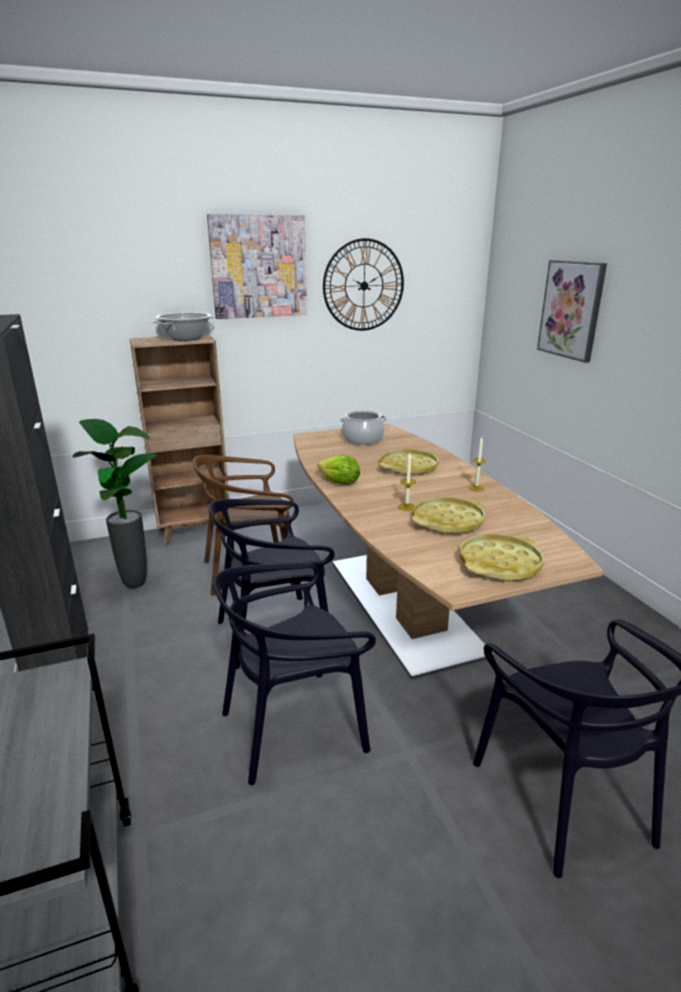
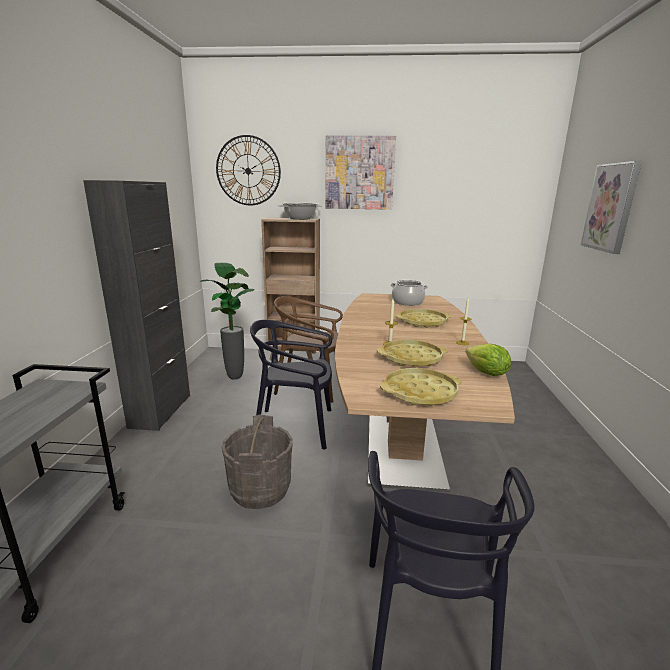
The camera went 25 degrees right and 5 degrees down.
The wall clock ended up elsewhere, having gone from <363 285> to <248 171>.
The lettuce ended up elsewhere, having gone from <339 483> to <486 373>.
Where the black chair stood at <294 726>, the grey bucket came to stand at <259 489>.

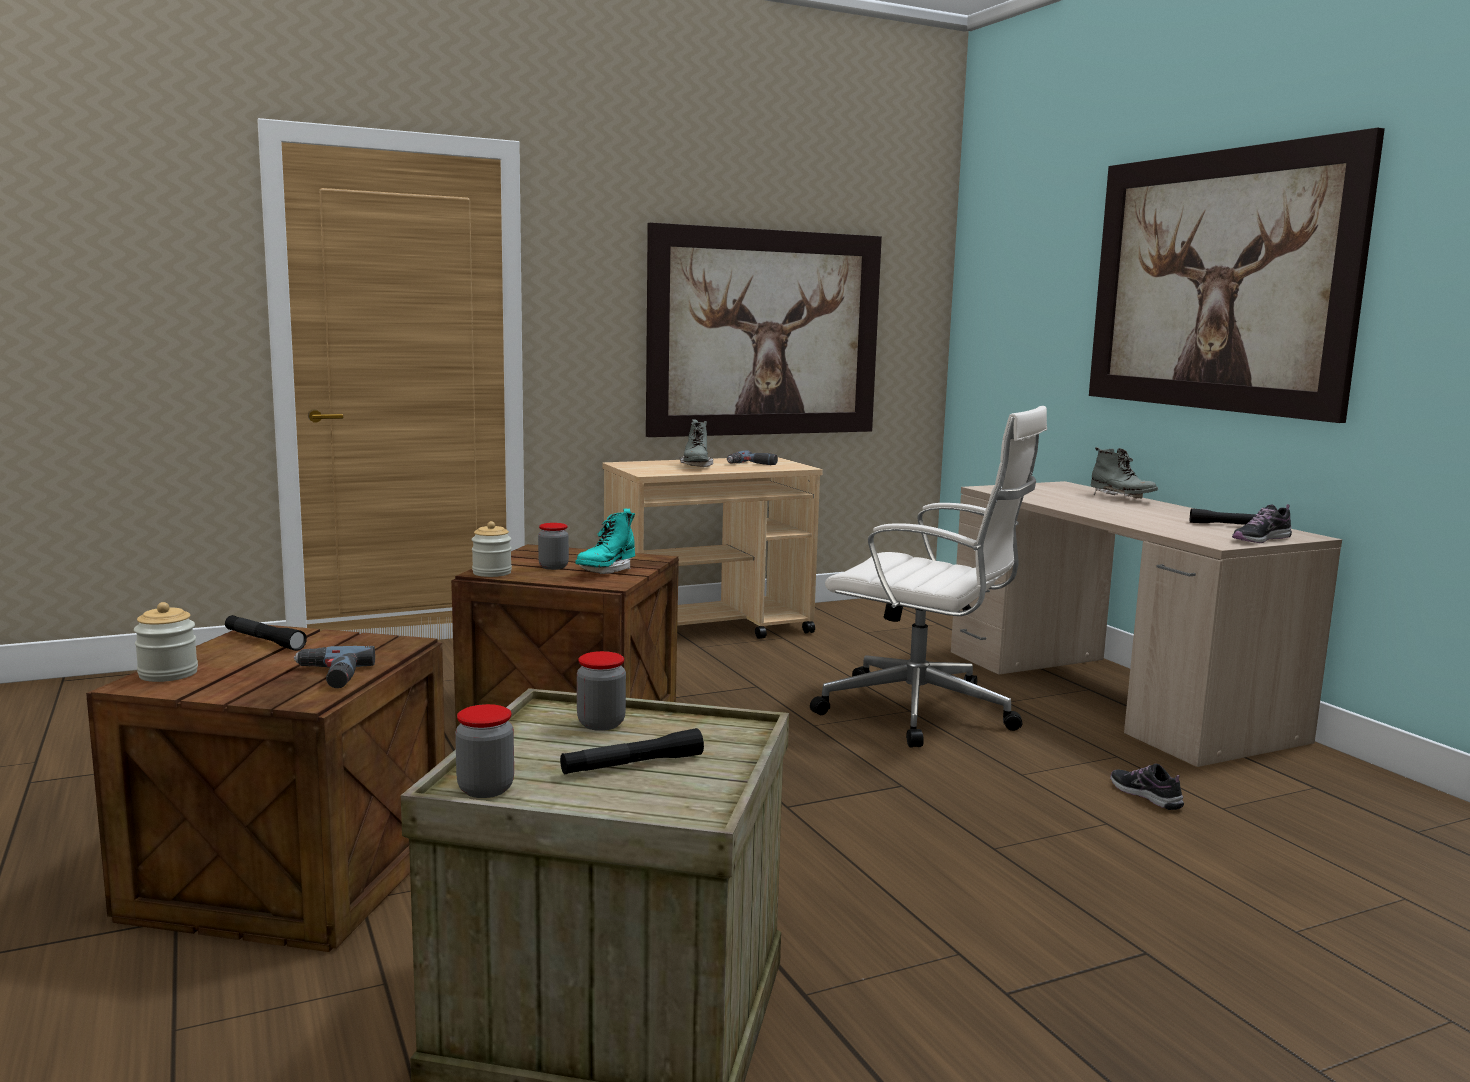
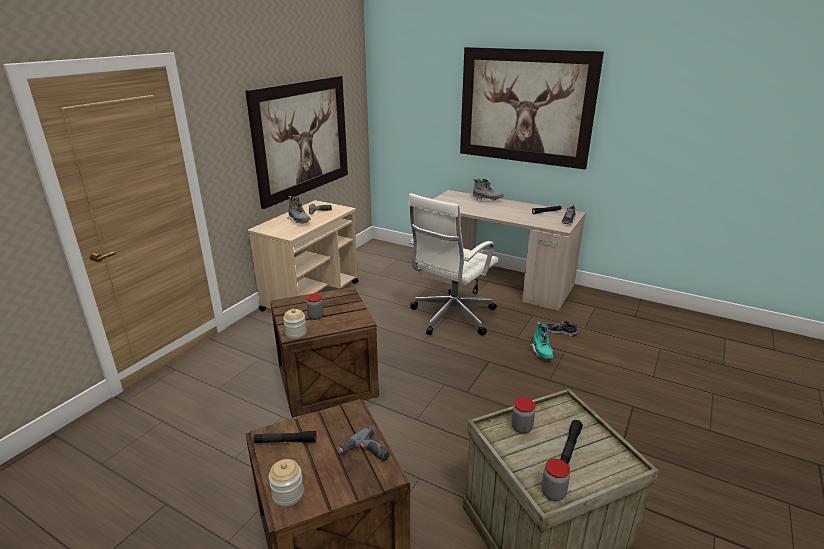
The camera went 35 degrees left and 15 degrees up.
The white office chair at <922 712> ended up facing another way, 135 degrees clockwise from before.
The turquoise boot ended up elsewhere, having gone from <606 571> to <542 352>.

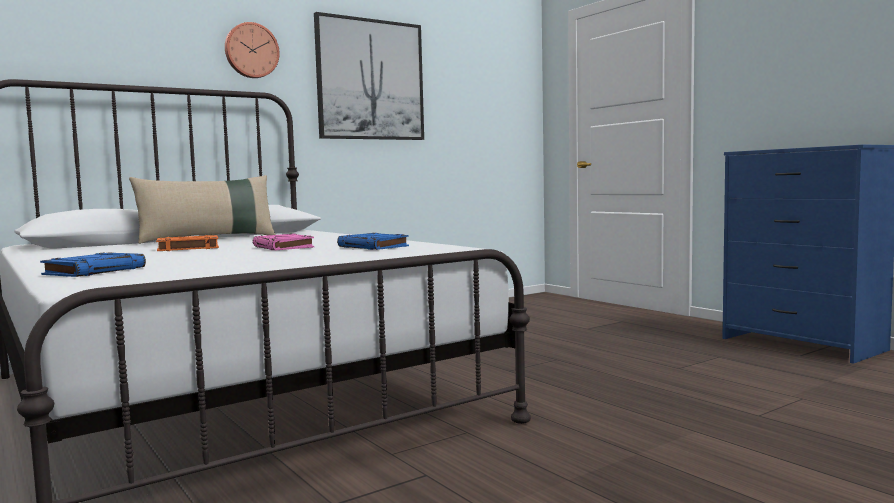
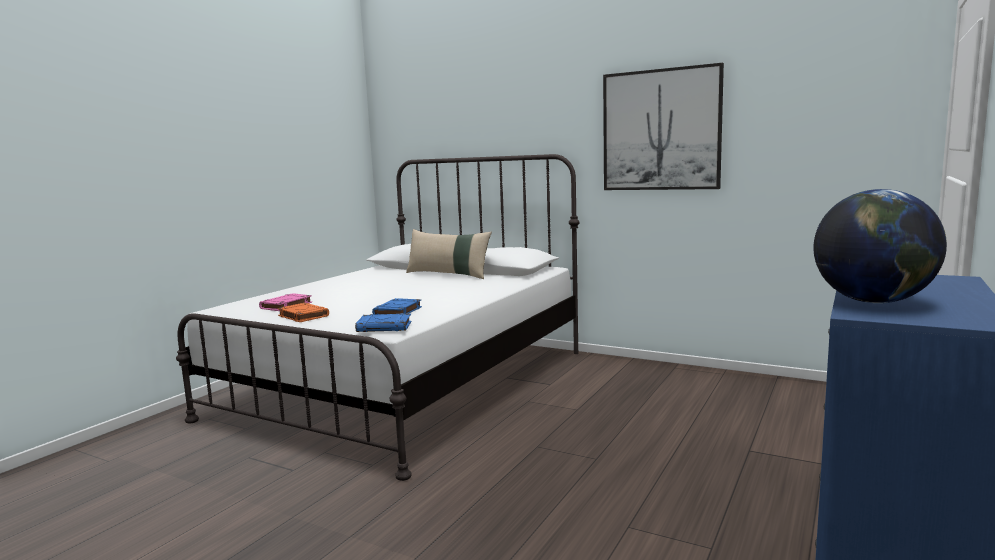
The camera went 65 degrees right and 5 degrees up.
The second view lost the wall clock at <251 50>.
The pink book ended up elsewhere, having gone from <284 247> to <286 306>.
The orange book ended up elsewhere, having gone from <187 248> to <303 316>.
The blue book ended up elsewhere, having gone from <95 271> to <385 327>.
The second view gained the globe at <873 301>.

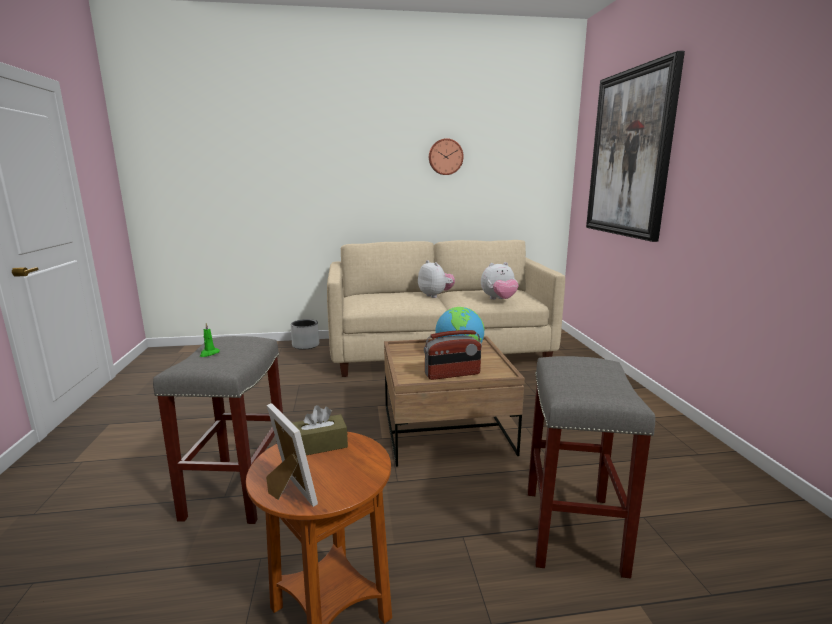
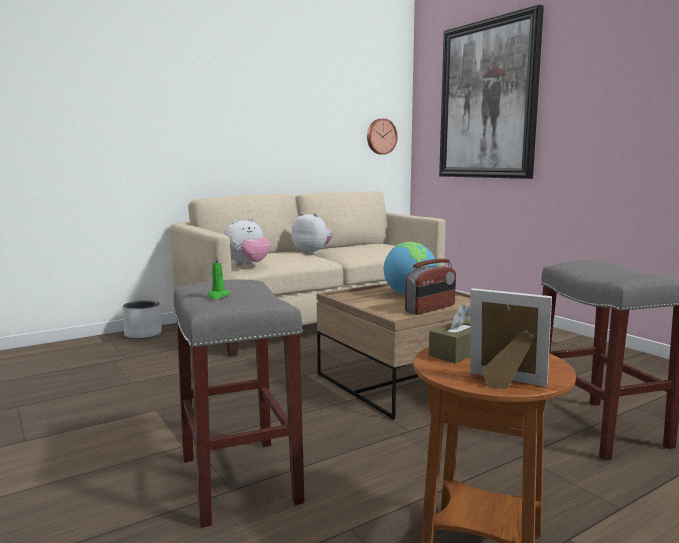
The camera went 25 degrees left and 5 degrees down.
The wall clock ended up elsewhere, having gone from <445 157> to <381 136>.
The plush toy ended up elsewhere, having gone from <499 299> to <247 265>.

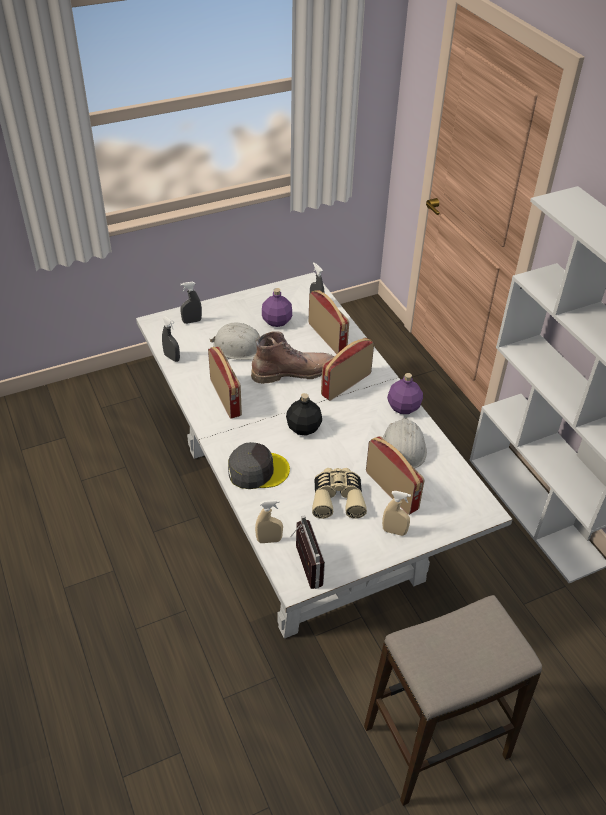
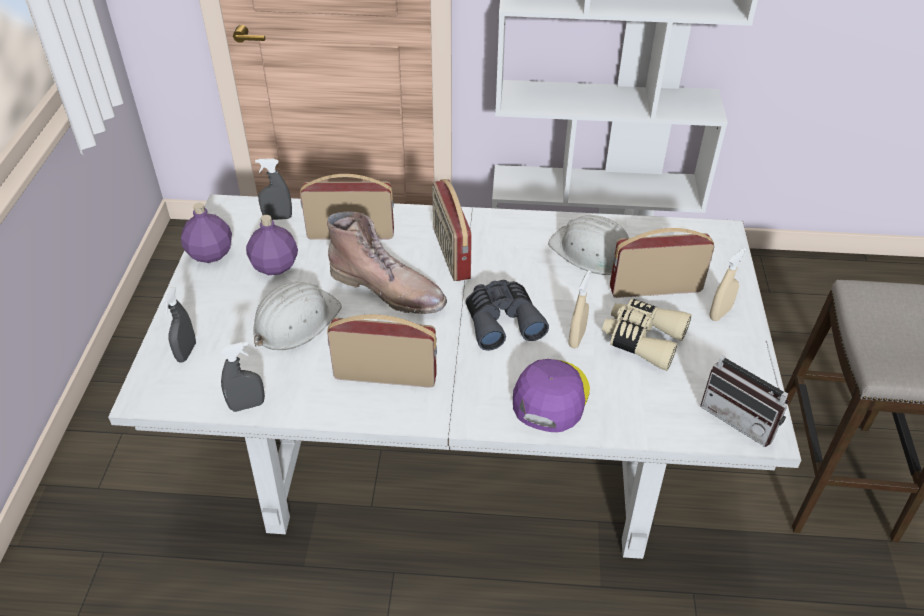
The camera went 60 degrees left and 0 degrees up.
The brown boot at <294 371> ended up facing another way, 105 degrees clockwise from before.
The purple bottle ended up elsewhere, having gone from <404 407> to <211 253>.
Where the black bottle stood at <304 428>, the grey binoculars came to stand at <502 321>.
What was the grey cap at <257 470> turned into the purple cap at <550 396>.
The beige spray bottle ended up elsewhere, having gone from <269 540> to <576 338>.
The radio at <302 567> ended up facing another way, 150 degrees counterclockwise from before.

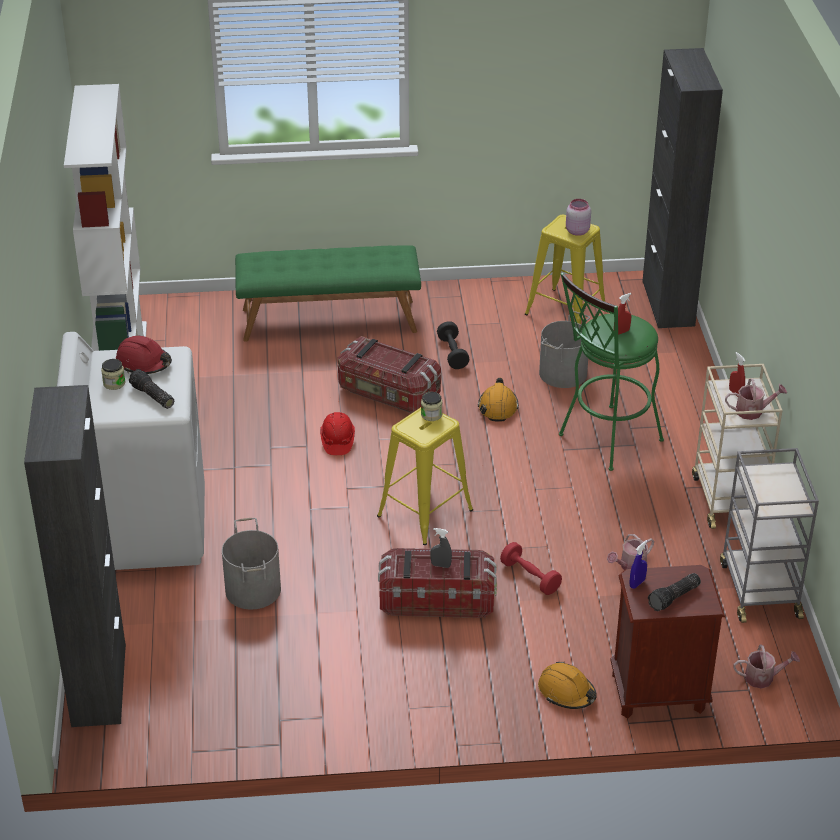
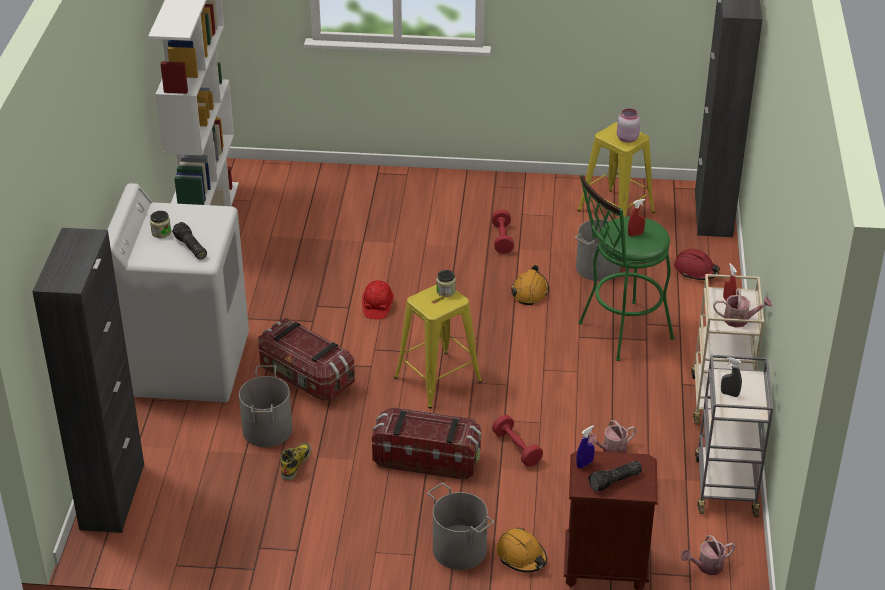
The camera went 10 degrees right and 0 degrees up.
The second view lost the green bench at <329 319>.
What was the black dumbbell at <452 353> turned into the red dumbbell at <502 239>.
The red hard hat ended up elsewhere, having gone from <144 363> to <696 271>.
The storage box ended up elsewhere, having gone from <388 394> to <306 377>.
The grey spray bottle ended up elsewhere, having gone from <441 565> to <729 394>.
The watering can at <763 678> ended up facing another way, 150 degrees clockwise from before.
The second view gained the boot at <295 463>.
The second view gained the grey bucket at <459 550>.

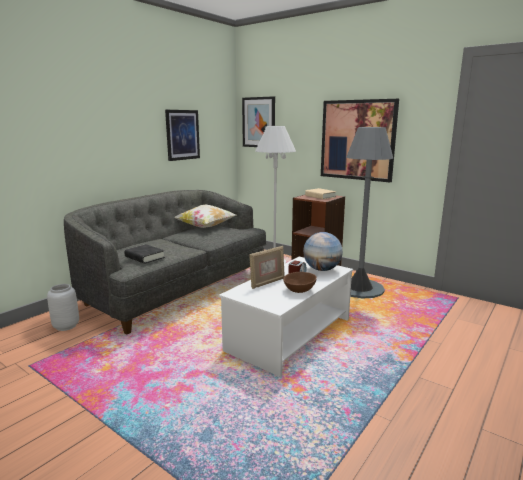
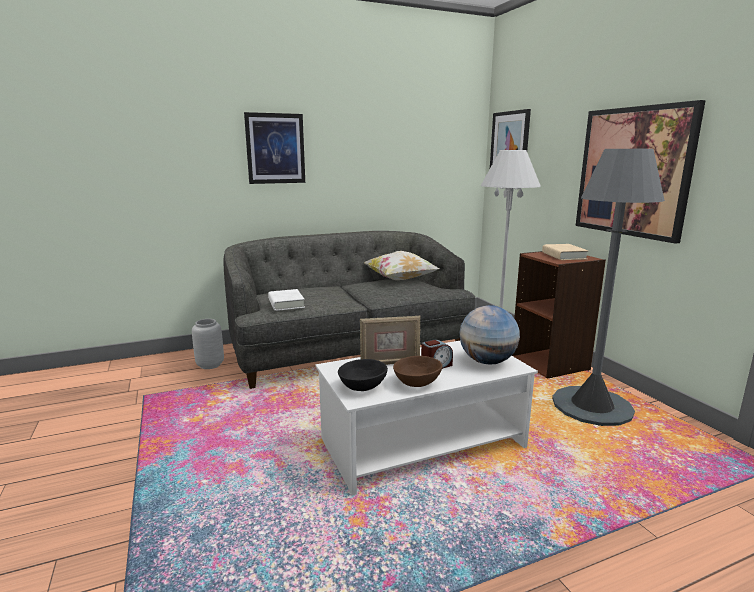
The camera went 30 degrees right and 0 degrees up.
The picture ended up elsewhere, having gone from <182 135> to <275 148>.
What was the black book at <144 257> turned into the white book at <286 304>.
The second view gained the black bowl at <363 386>.

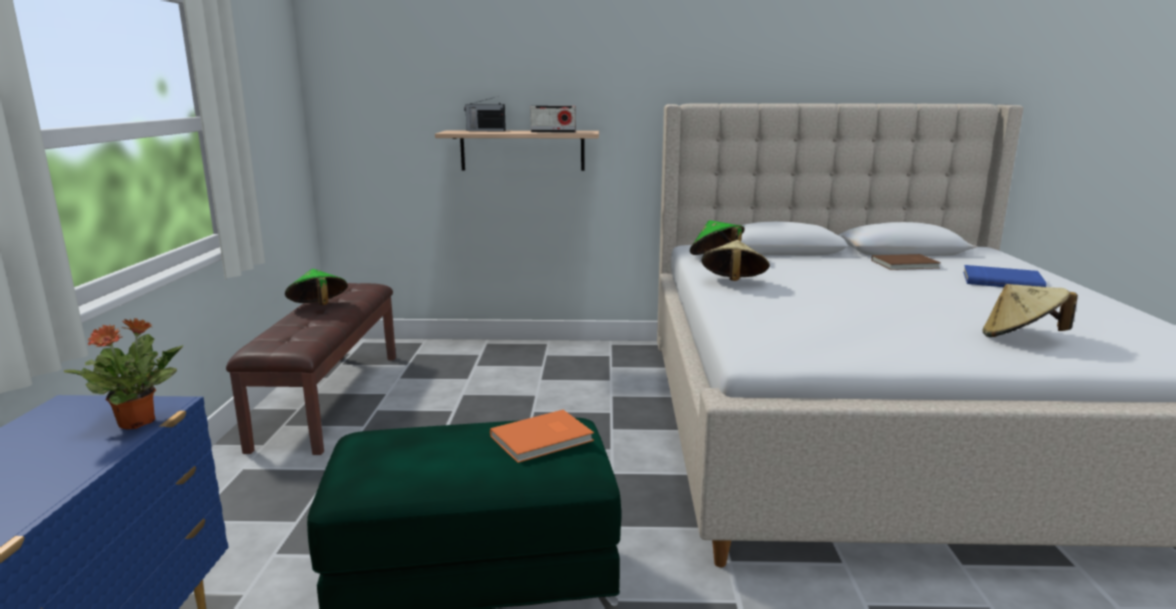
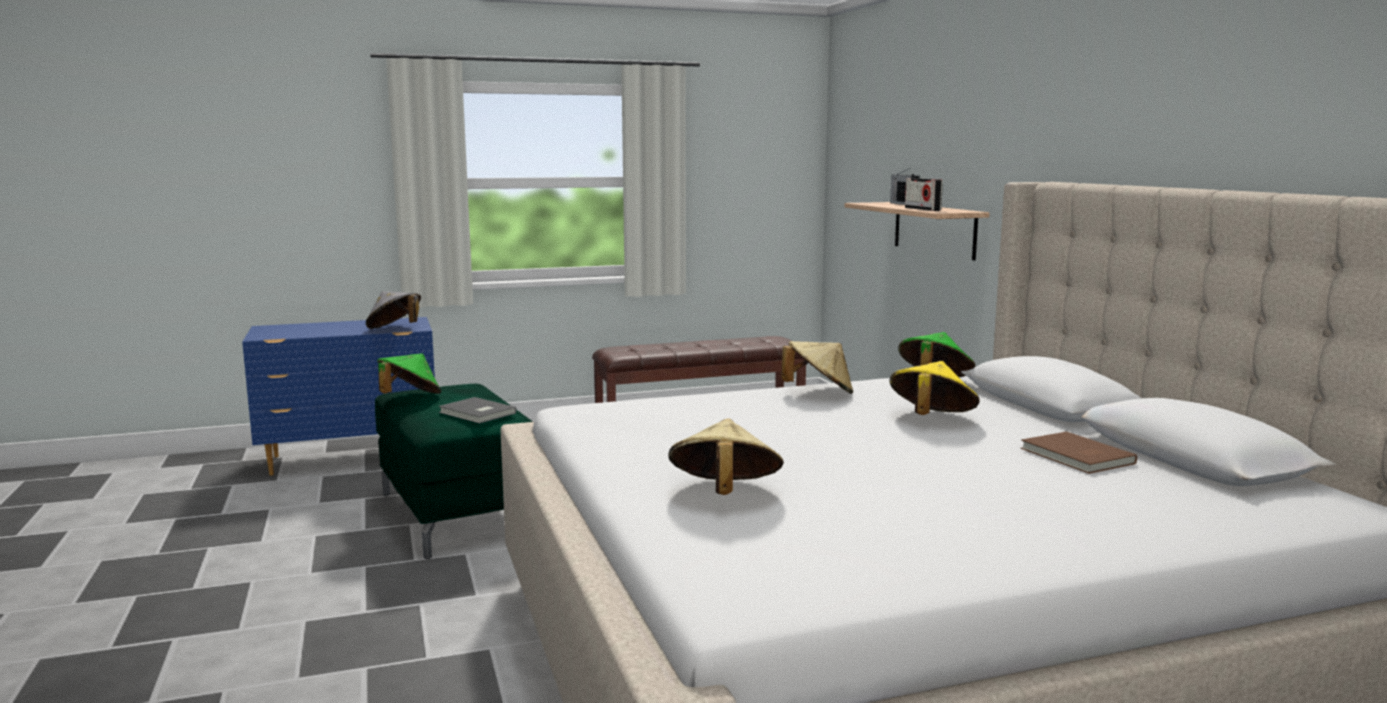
The camera went 70 degrees right and 5 degrees down.
The second view lost the blue book at <1002 281>.
The green hat ended up elsewhere, having gone from <318 307> to <410 397>.
Where the potted plant stood at <138 422>, the grey hat came to stand at <395 329>.
What was the orange book at <544 439> turned into the grey book at <476 413>.
The second view gained the yellow hat at <931 419>.

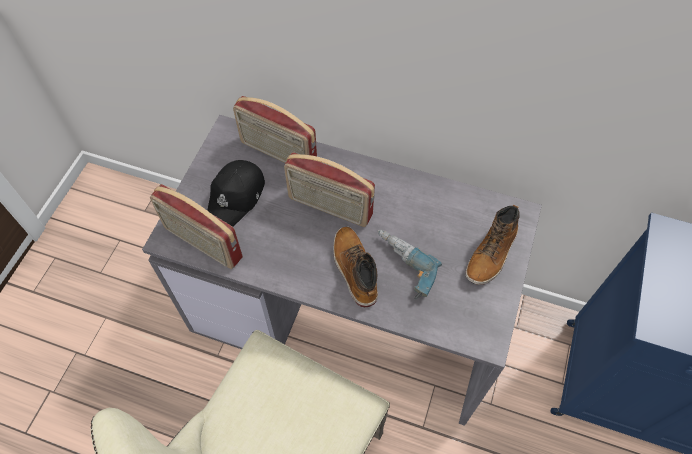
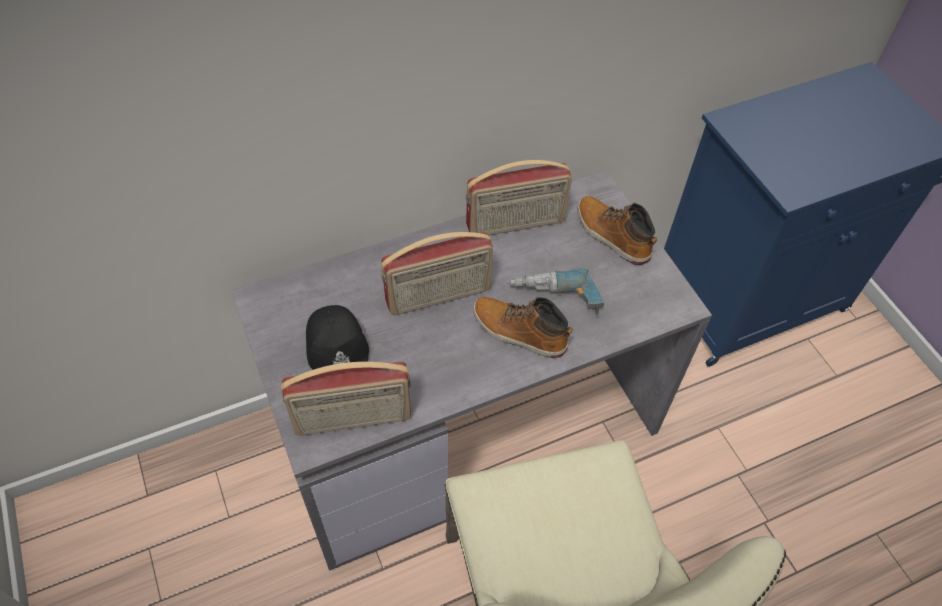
The camera went 45 degrees left and 5 degrees down.
The radio ended up elsewhere, having gone from <278 153> to <515 225>.
The boot at <491 254> ended up facing another way, 150 degrees clockwise from before.

